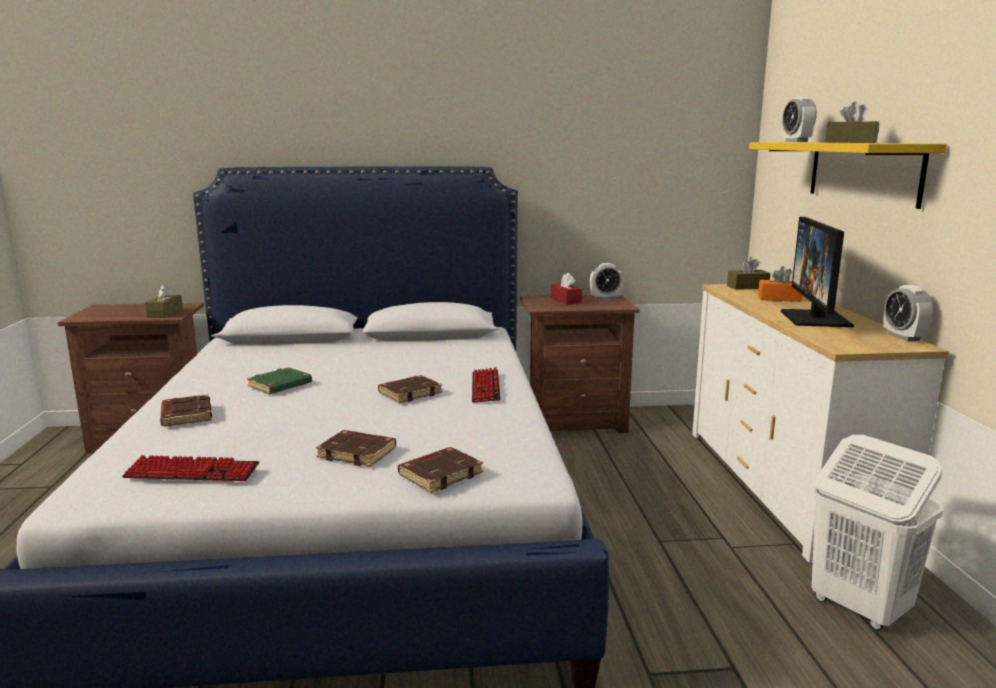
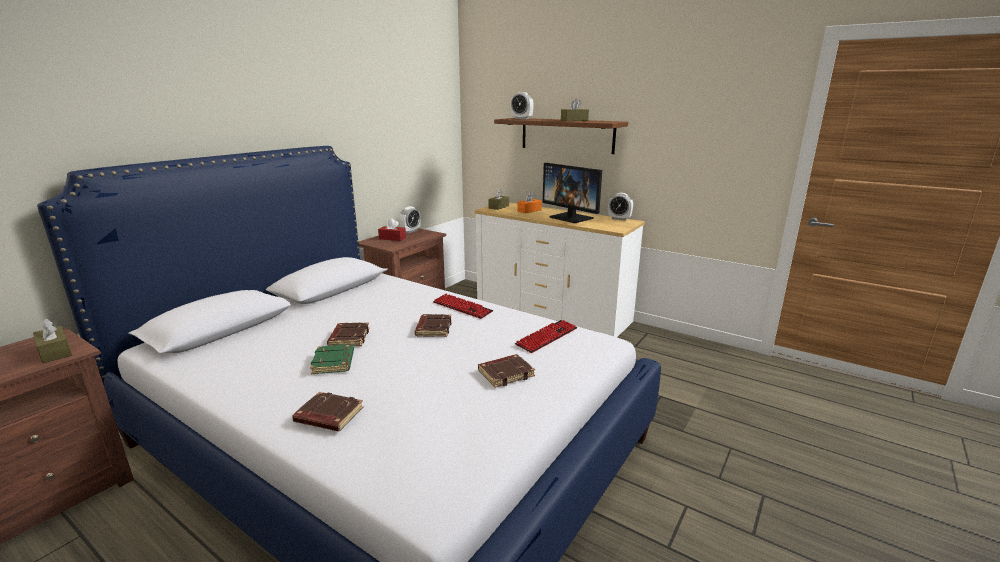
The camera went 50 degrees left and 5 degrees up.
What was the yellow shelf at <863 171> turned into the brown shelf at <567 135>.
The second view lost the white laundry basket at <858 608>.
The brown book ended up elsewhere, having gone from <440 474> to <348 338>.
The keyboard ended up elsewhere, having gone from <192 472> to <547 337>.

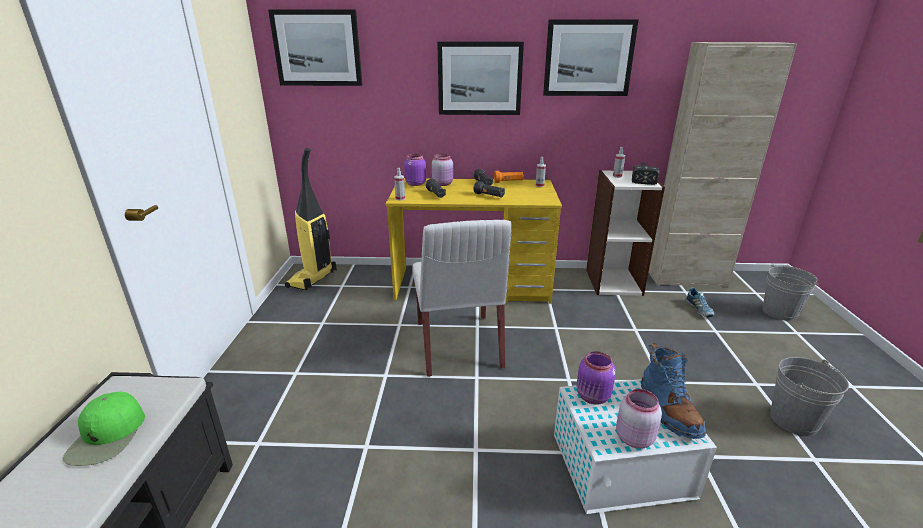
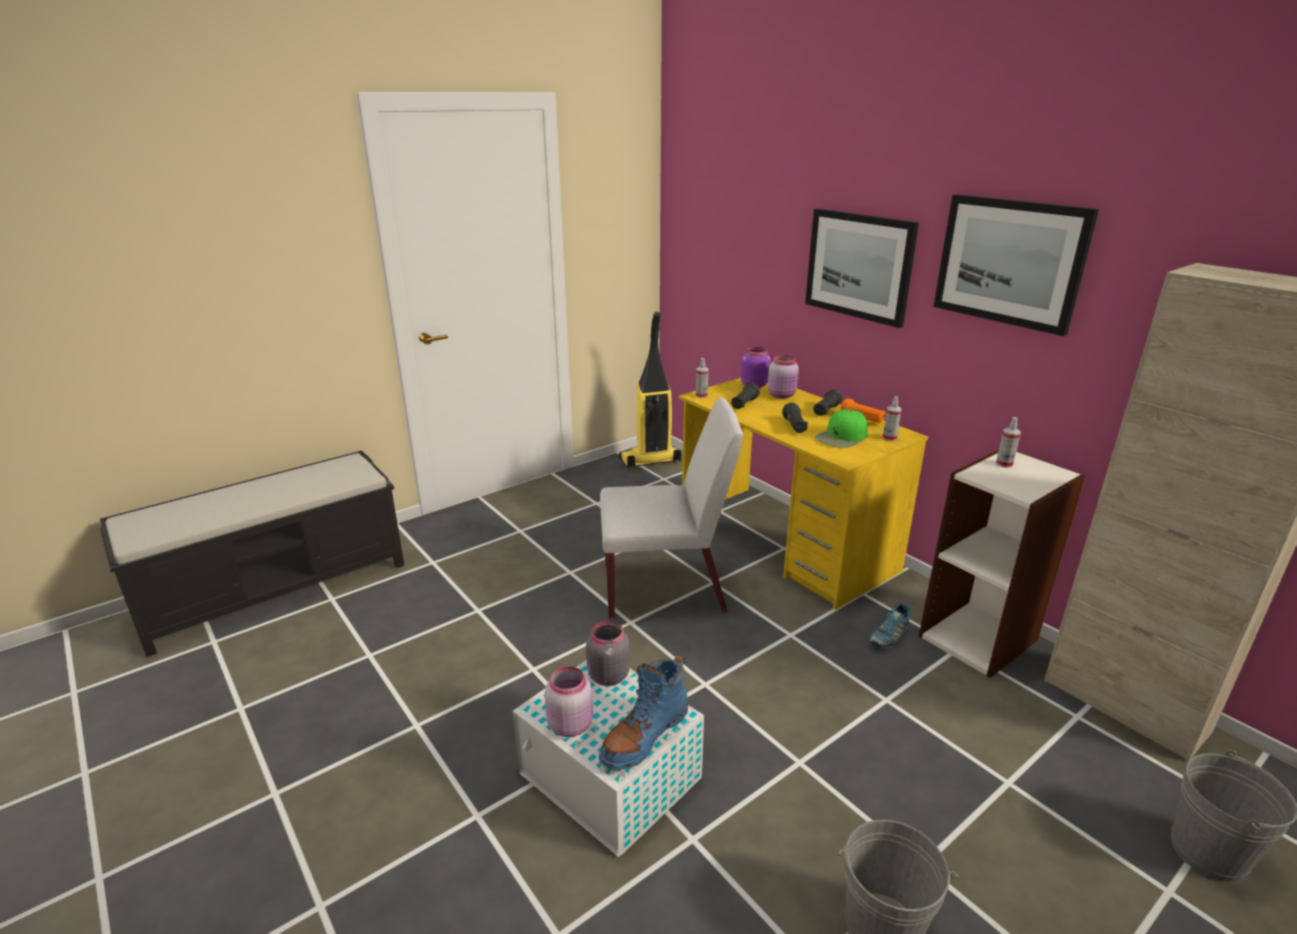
The camera went 50 degrees right and 0 degrees up.
The second view lost the picture at <317 48>.
The second view lost the hammer at <643 176>.
The white chair at <458 345> ended up facing another way, 135 degrees counterclockwise from before.
The shoe ended up elsewhere, having gone from <698 309> to <889 636>.
What was the purple jar at <593 397> turned into the grey jar at <607 676>.
The green cap ended up elsewhere, having gone from <108 436> to <841 437>.

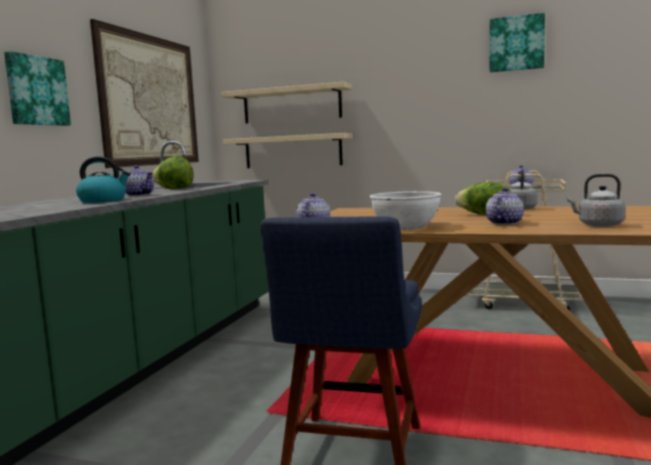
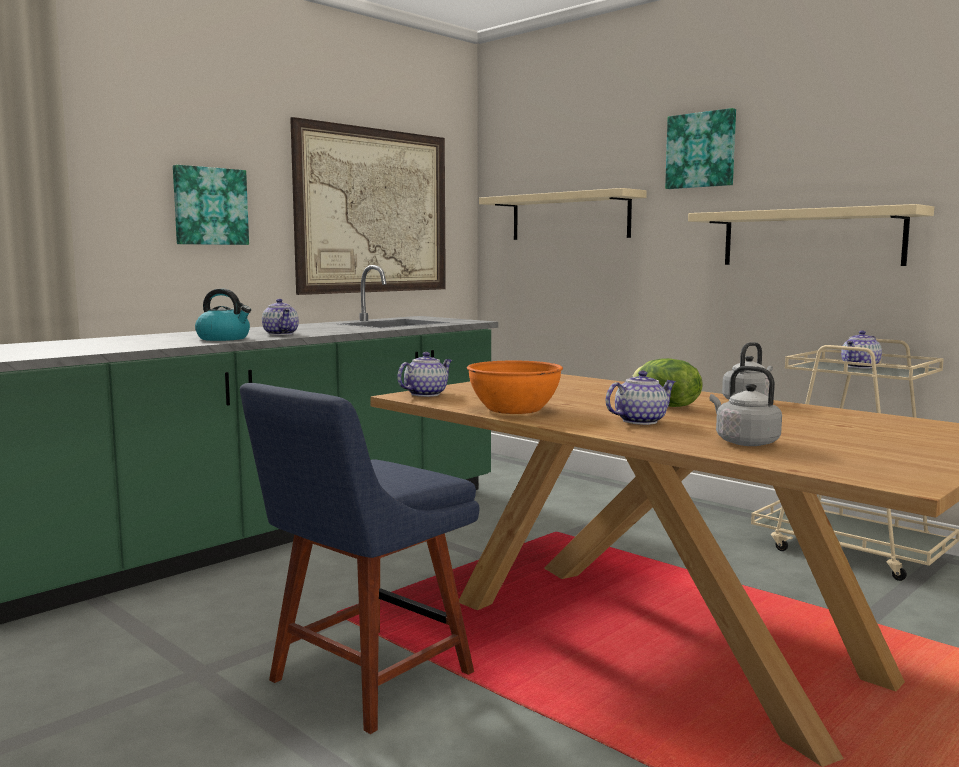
The camera went 25 degrees right and 0 degrees up.
The picture ended up elsewhere, having gone from <516 43> to <701 150>.
The beige shelf ended up elsewhere, having gone from <292 151> to <810 238>.
The second view lost the lettuce at <174 189>.
What was the white bowl at <405 226> turned into the orange bowl at <514 409>.

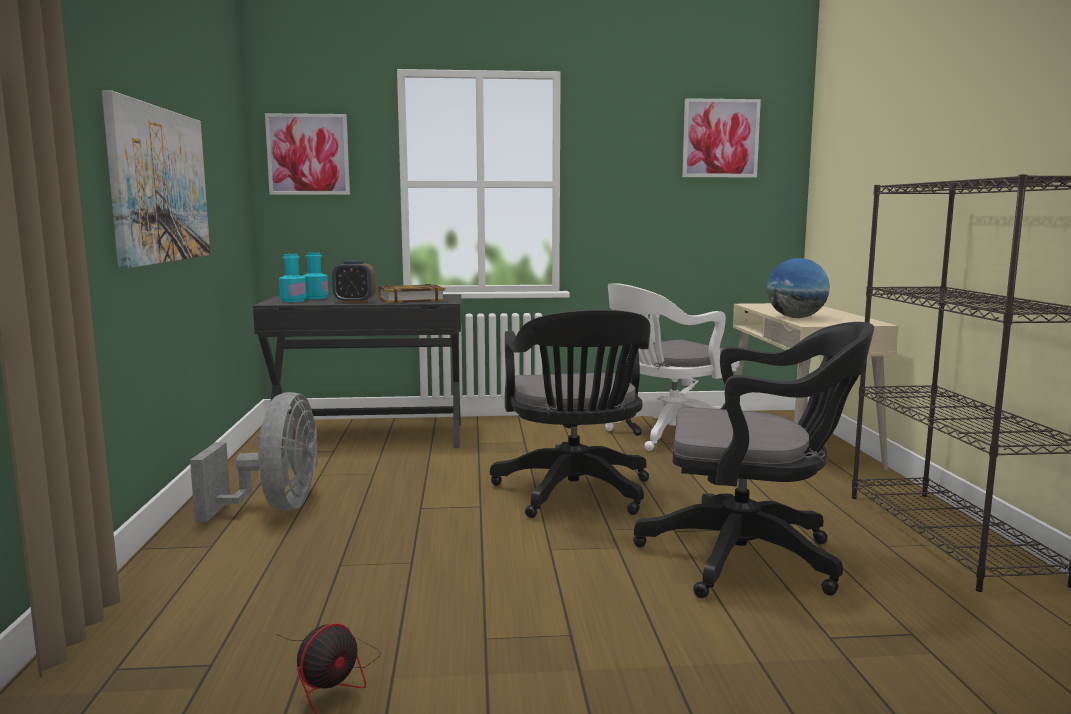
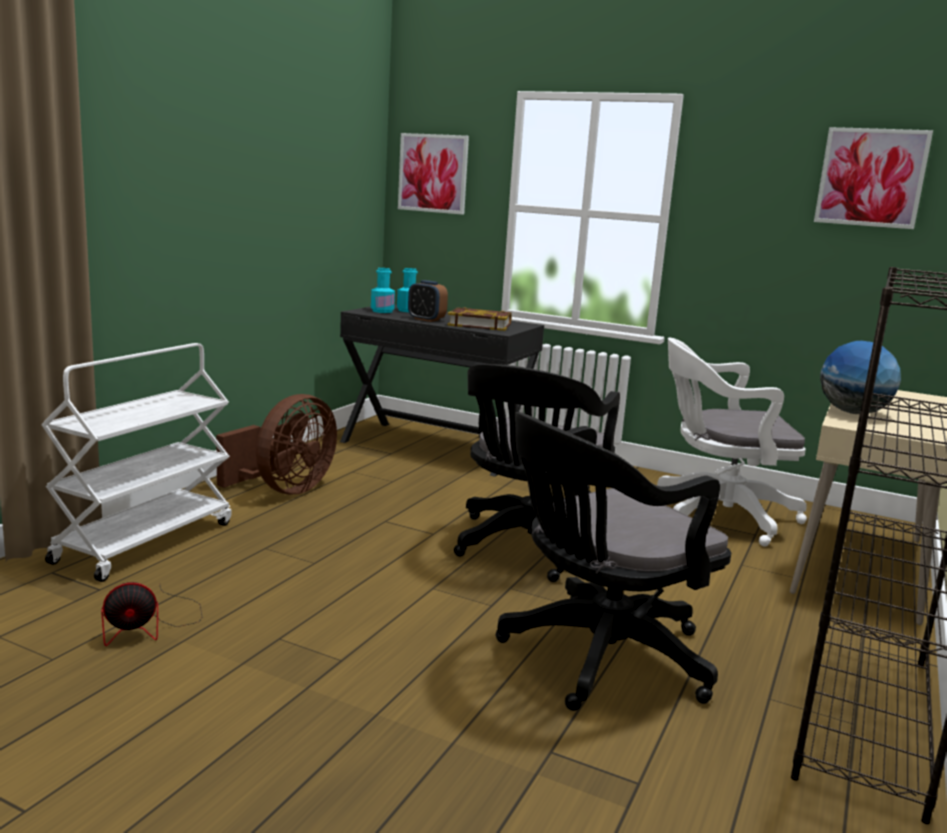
The camera went 30 degrees right and 5 degrees up.
The second view lost the picture at <159 185>.
The black office chair at <751 559> ended up facing another way, 105 degrees clockwise from before.
What was the grey fan at <275 508> turned into the brown fan at <285 490>.
The second view gained the white cart at <145 541>.

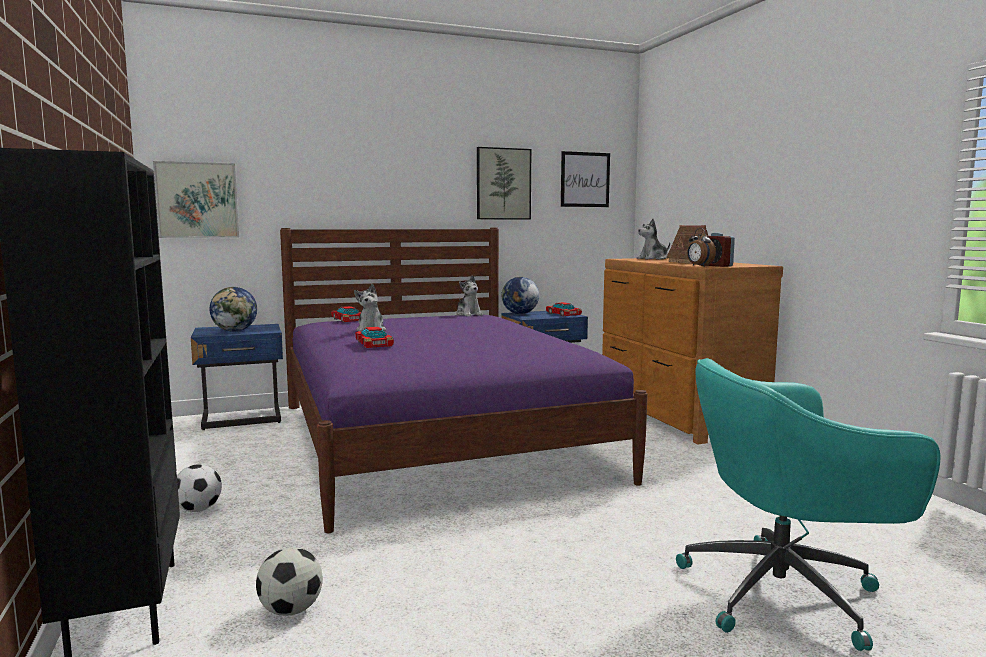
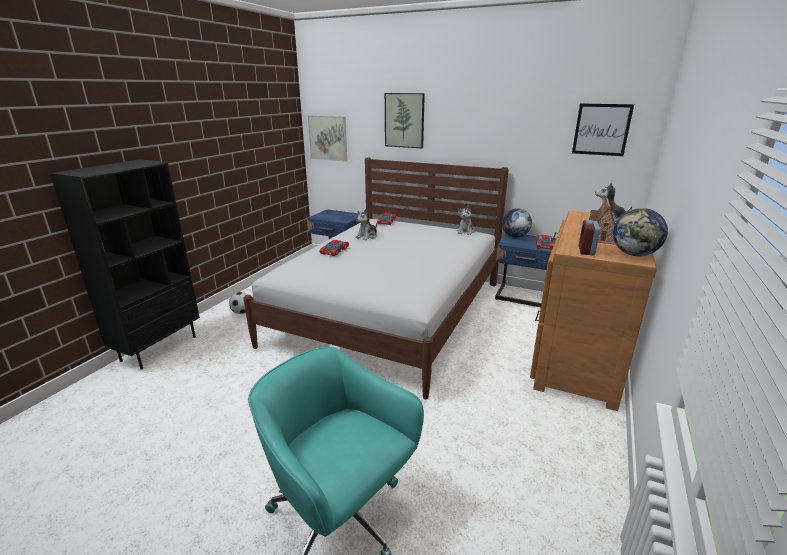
The camera went 45 degrees right and 15 degrees up.
The picture ended up elsewhere, having gone from <503 184> to <404 120>.
What was the purple bed at <436 439> turned into the white bed at <390 312>.
The second view lost the alarm clock at <699 266>.
The globe ended up elsewhere, having gone from <235 331> to <634 254>.
The second view lost the football at <291 610>.

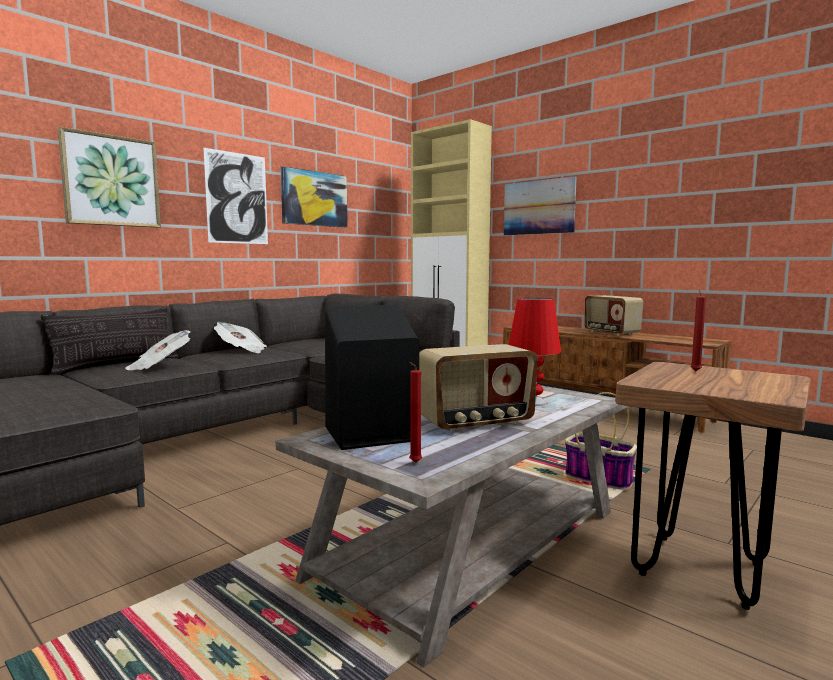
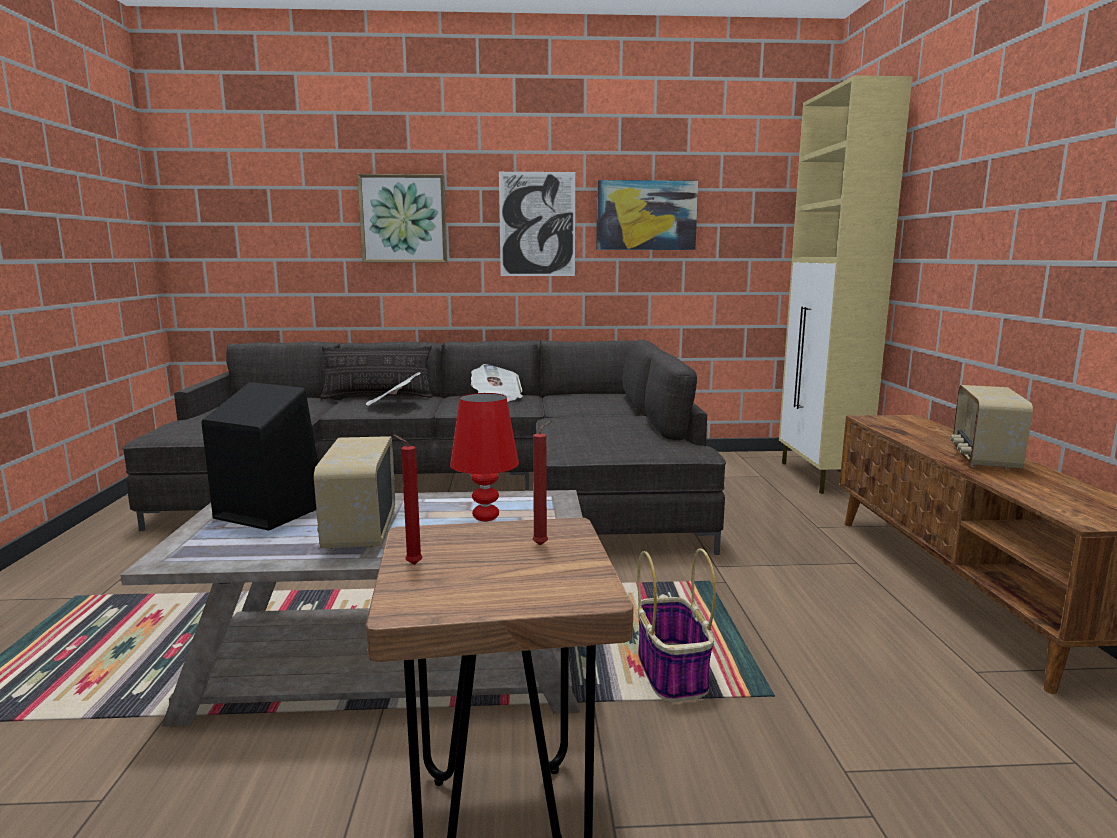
The camera went 45 degrees right and 5 degrees up.
The second view lost the picture at <538 207>.
The radio at <476 423> ended up facing another way, 60 degrees clockwise from before.
The red candle ended up elsewhere, having gone from <414 463> to <411 565>.

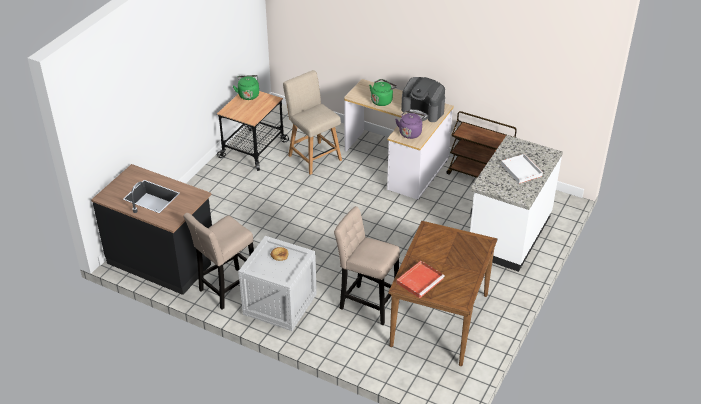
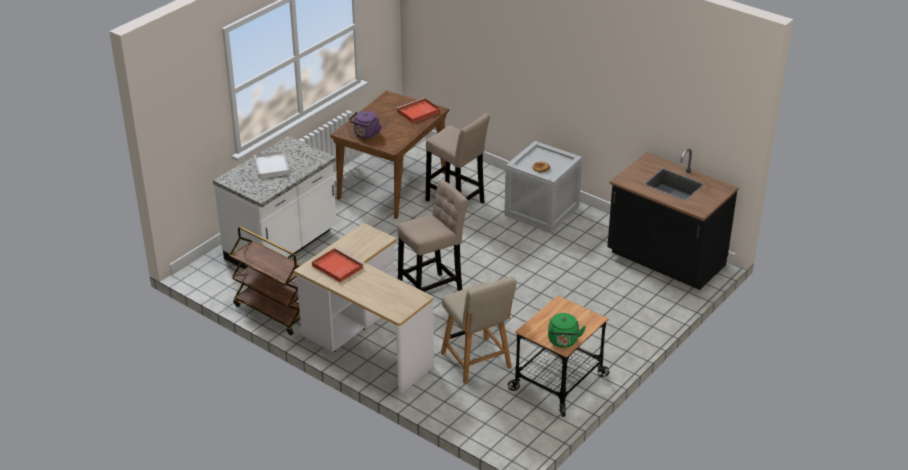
The camera went 170 degrees left and 5 degrees down.
Where the coffee machine stood at <423 111>, the red tray came to stand at <336 266>.
The second view lost the green kettle at <382 100>.
The purple kettle ended up elsewhere, having gone from <410 132> to <366 135>.
The beige stool ended up elsewhere, having gone from <226 289> to <433 291>.

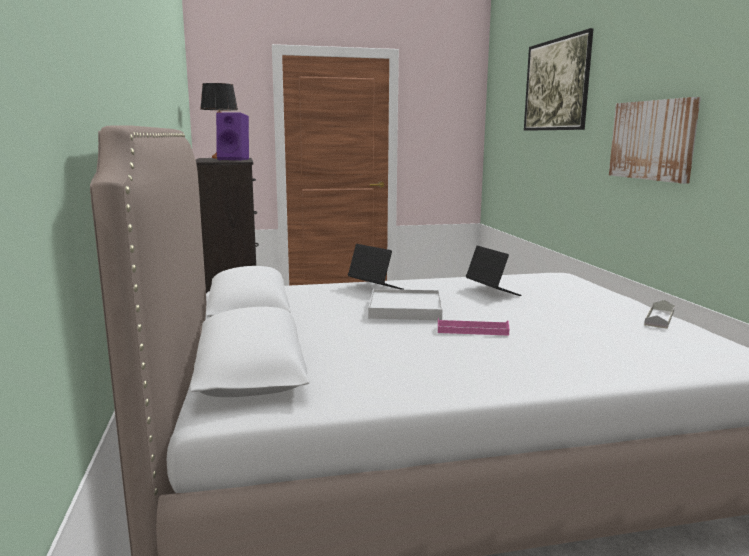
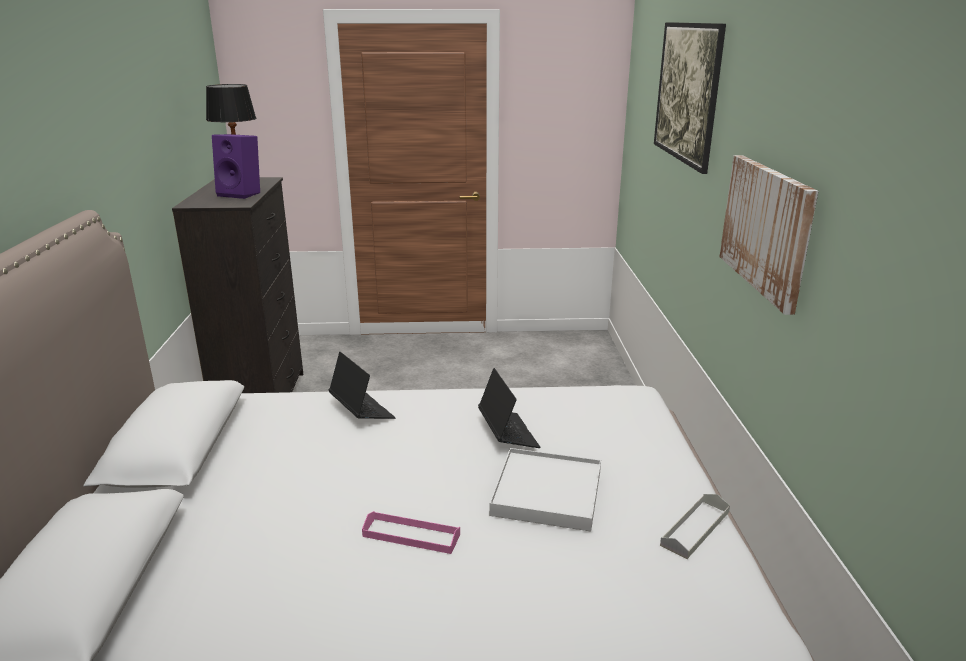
The camera went 10 degrees right and 10 degrees up.
The white tray ended up elsewhere, having gone from <405 308> to <547 492>.

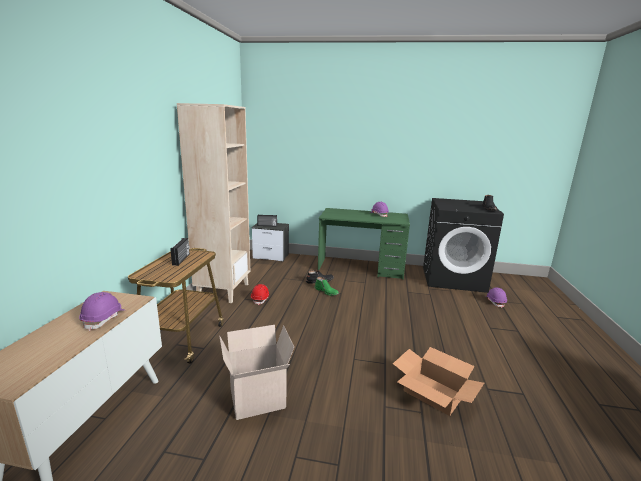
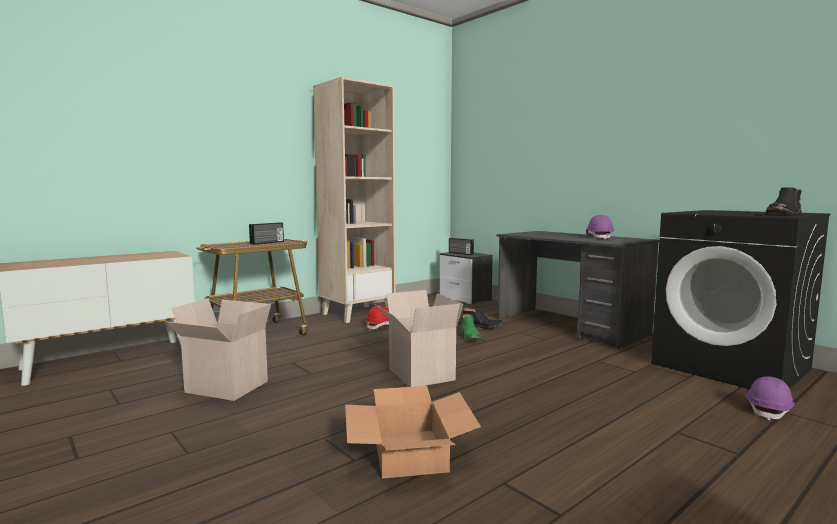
The camera went 40 degrees right and 10 degrees down.
What was the green desk at <361 268> turned into the grey desk at <570 326>.
The second view lost the purple hard hat at <104 319>.
The second view gained the cardboard box at <419 374>.

